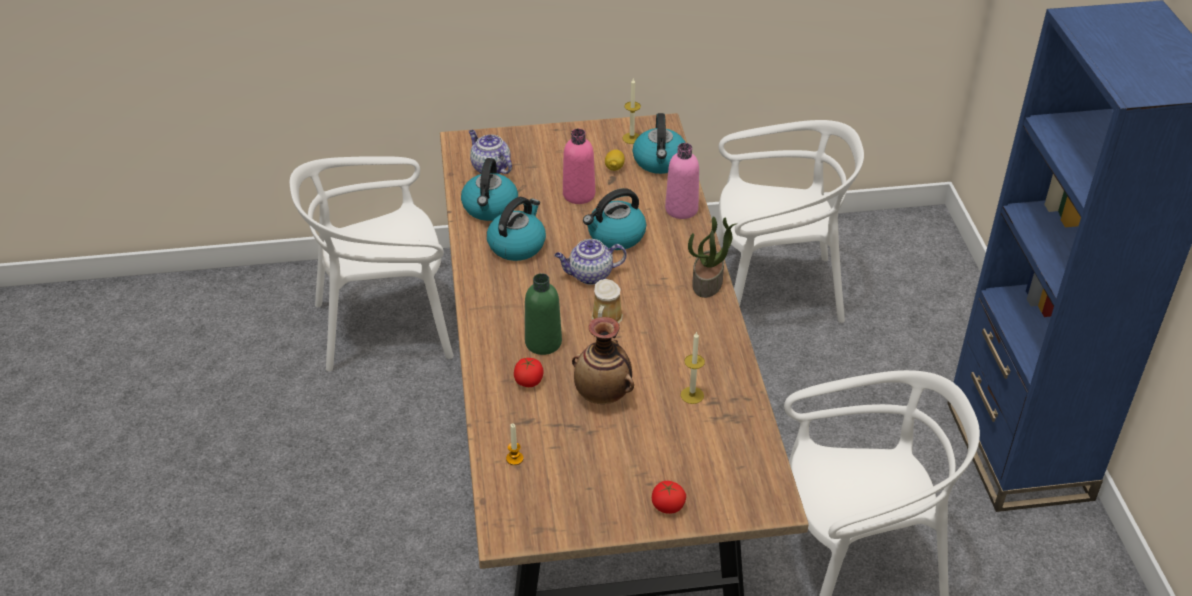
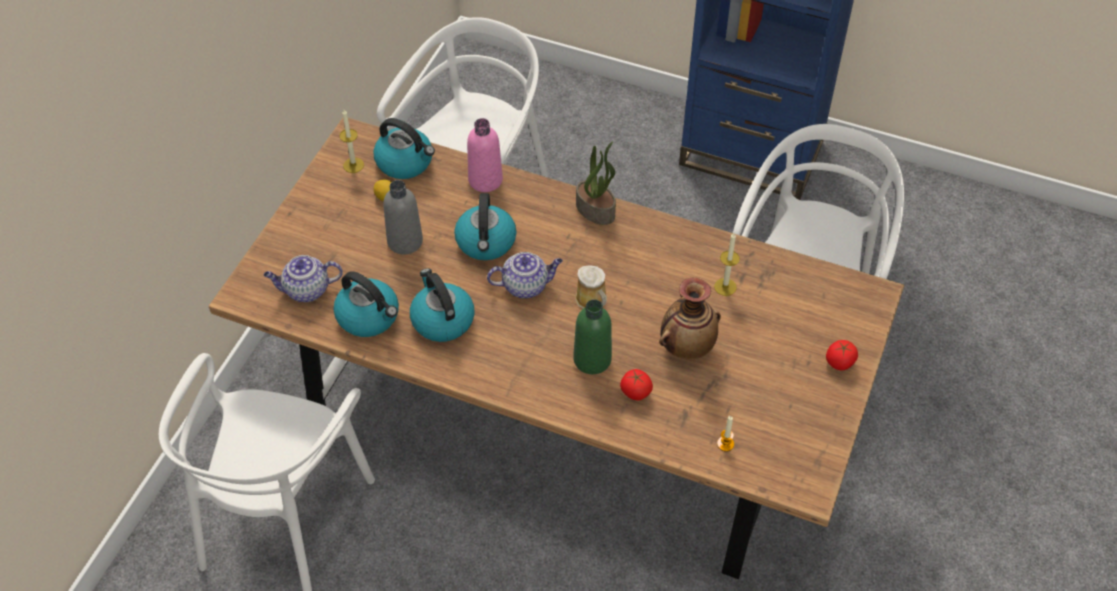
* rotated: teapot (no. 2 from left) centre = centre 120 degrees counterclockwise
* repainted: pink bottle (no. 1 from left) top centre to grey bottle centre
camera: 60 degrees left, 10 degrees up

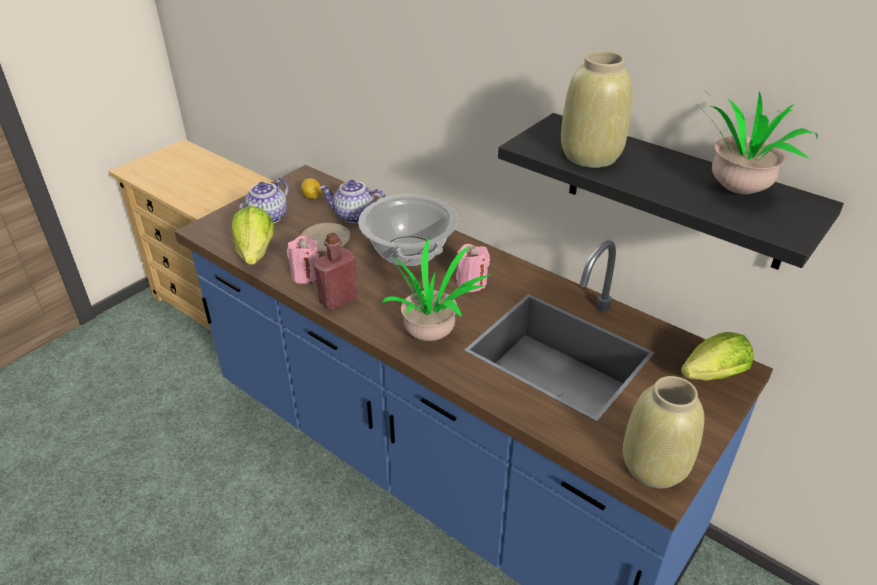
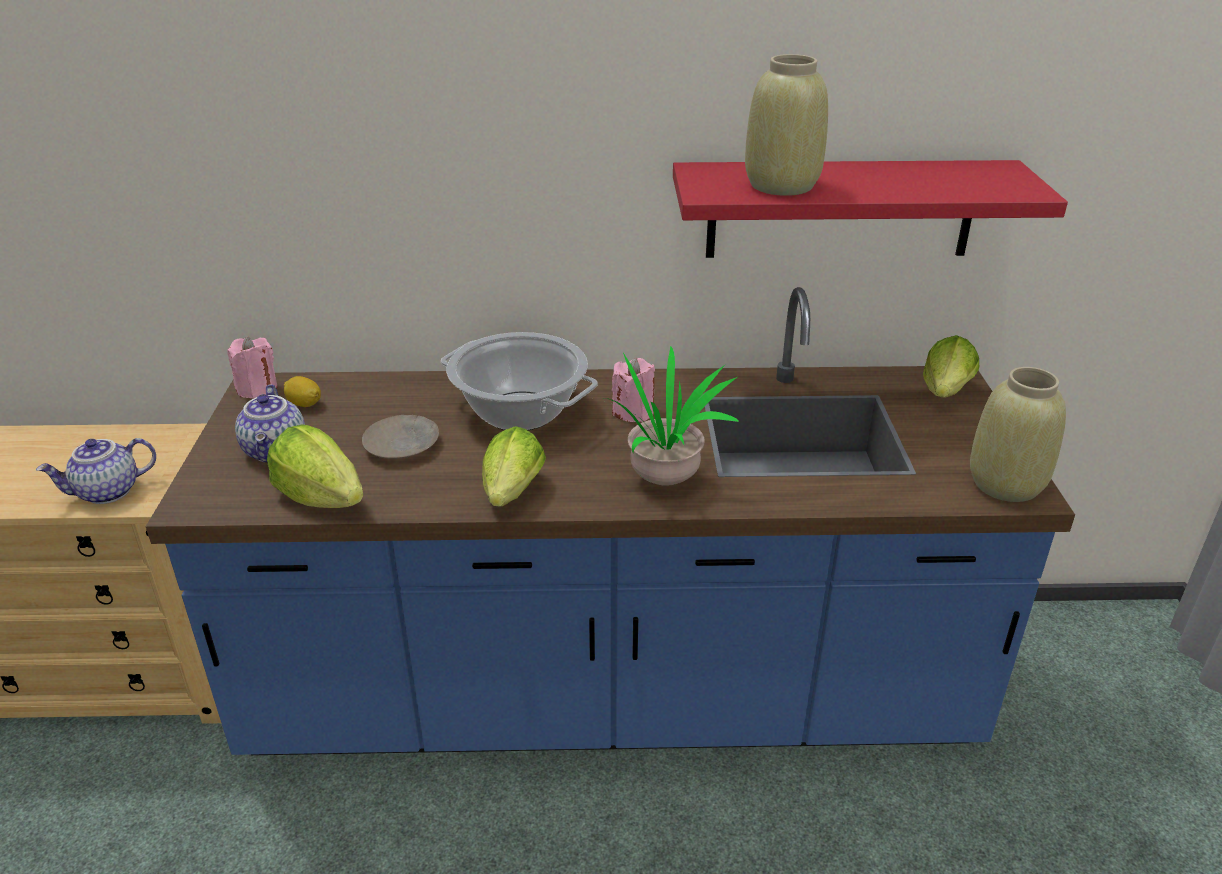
* shifted: pink candle (no. 1 from left) centre to middle left
* swapped: red bottle centre to lettuce (no. 2 from left) centre
* shifted: teapot (no. 2 from left in the first image) centre to teapot (no. 1 from left) middle left
* repainted: black shelf top right to red shelf top right
* gone: potted plant (no. 2 from left) top right
camera: 40 degrees left, 5 degrees down

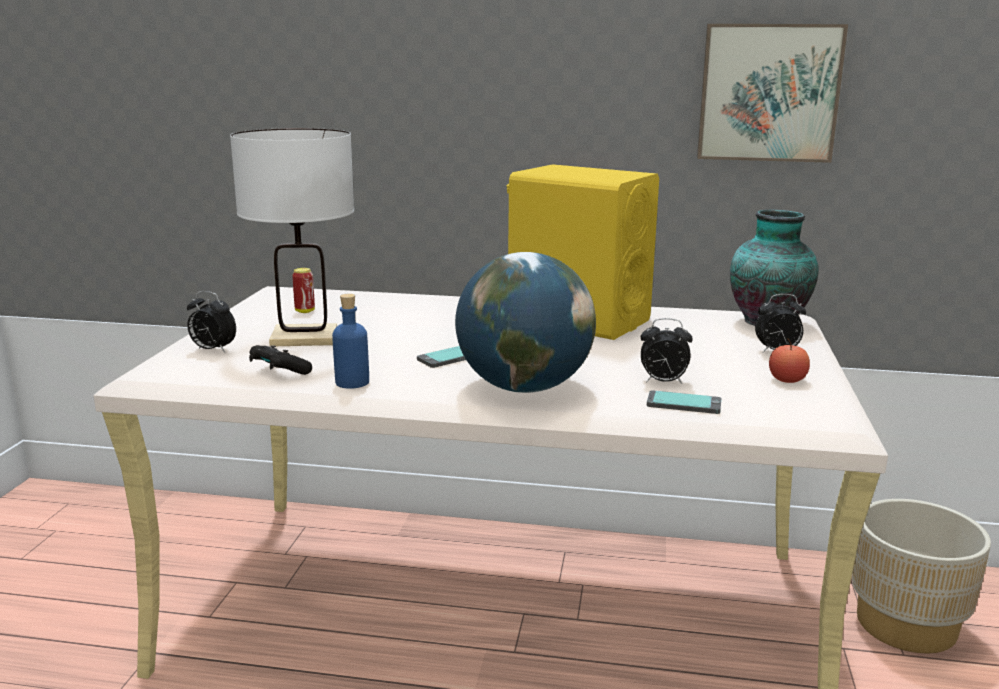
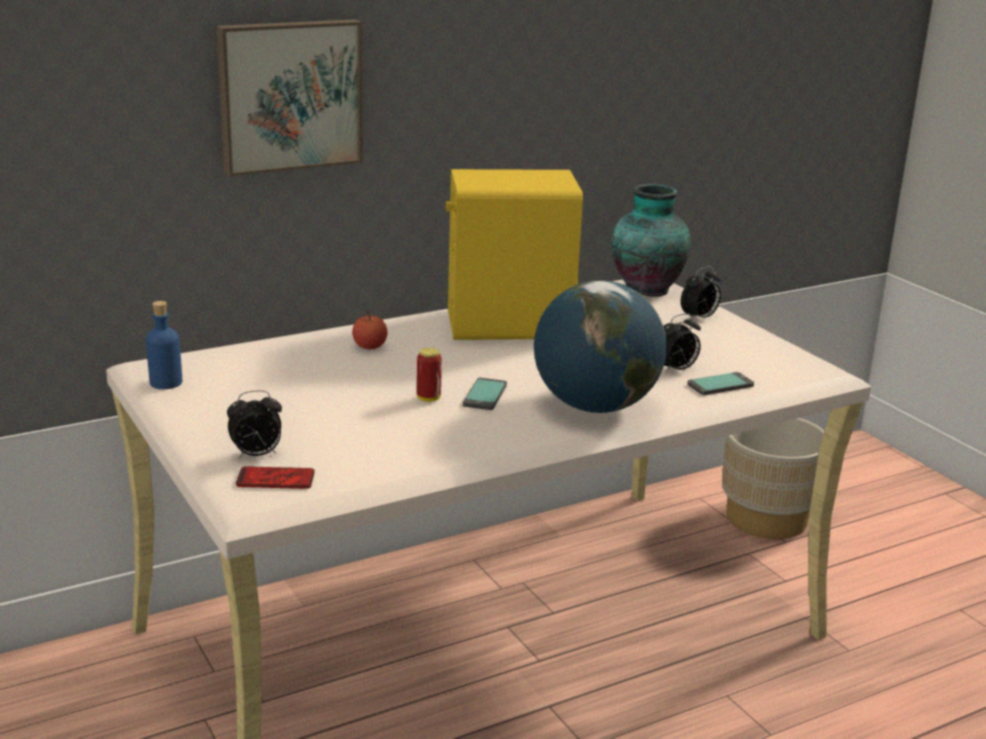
* gone: white table lamp middle left
* gone: black game controller middle left
* shifted: can middle left to centre
* shifted: blue bottle centre to middle left
* shifted: picture top right to top left
* shifted: apple middle right to centre
* new: phone (no. 1 from left) middle left
camera: 40 degrees left, 5 degrees up

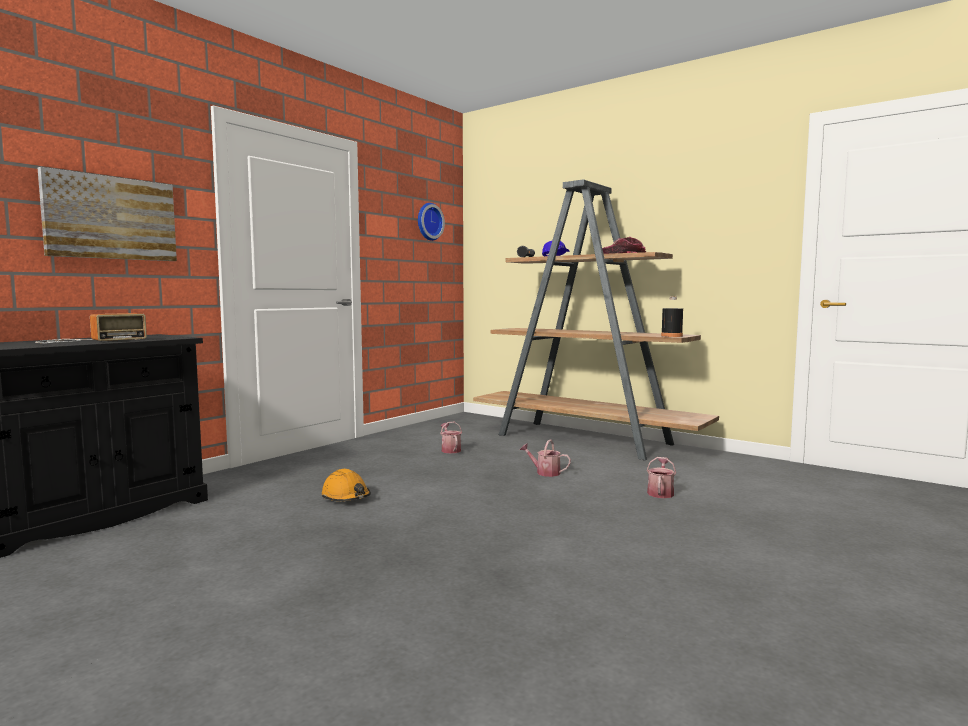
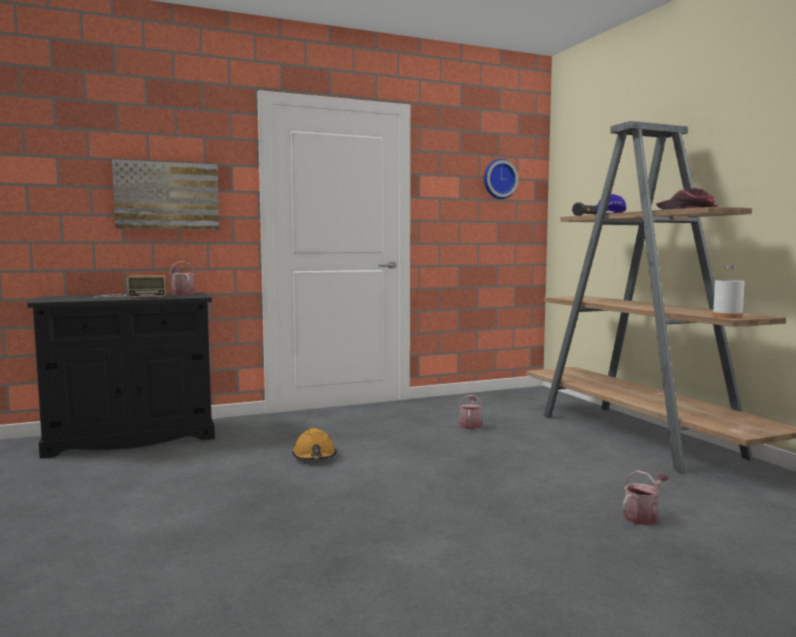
* shifted: watering can (no. 2 from left in the first image) centre to watering can (no. 1 from left) middle left
* repainted: black bottle middle right to white bottle middle right
camera: 30 degrees right, 0 degrees up

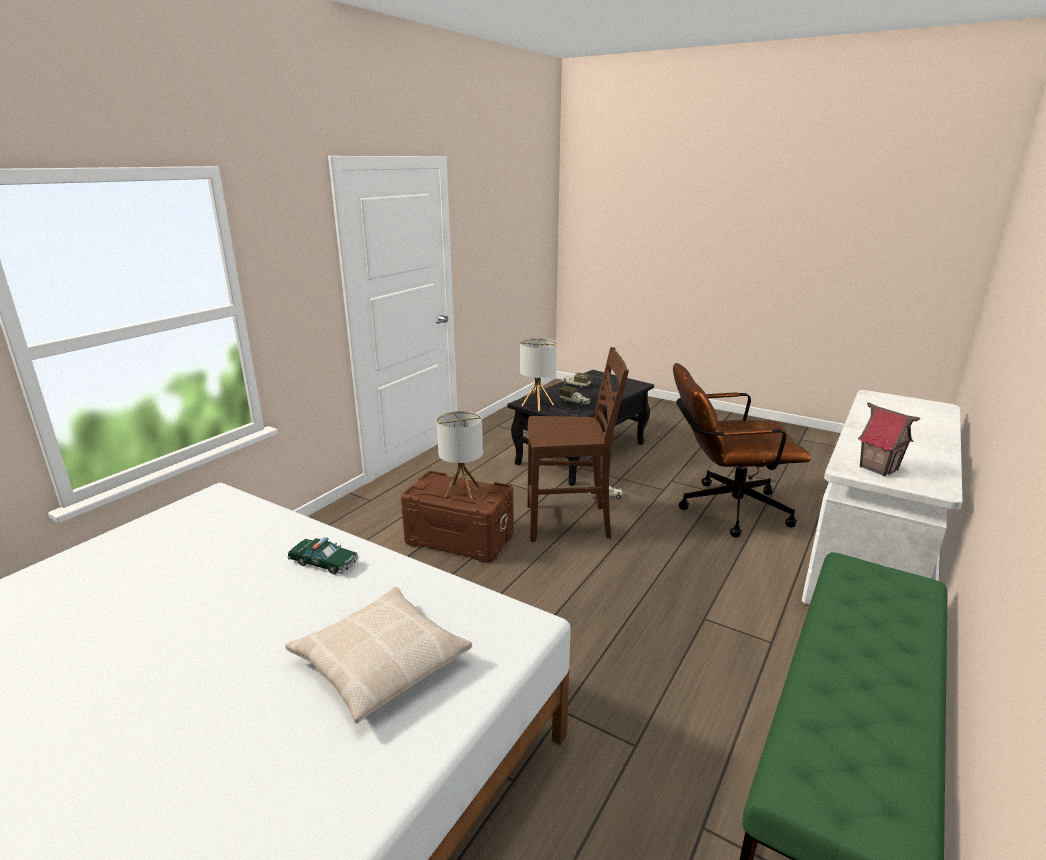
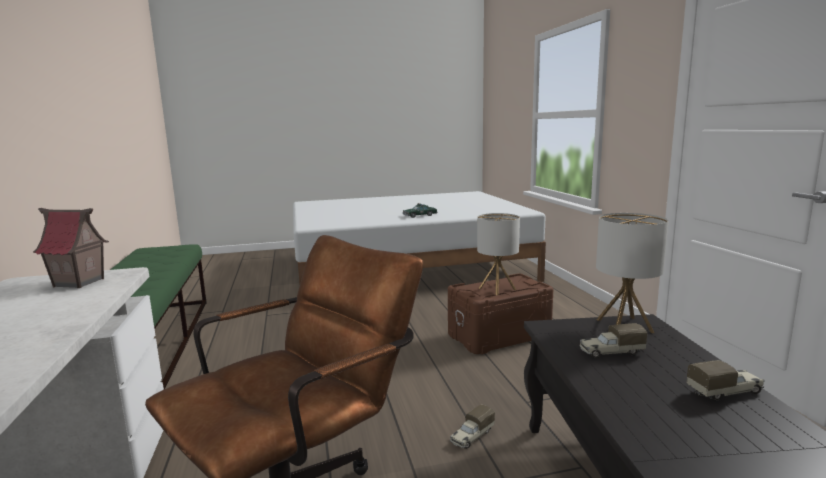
* gone: beige pillow bottom centre
* gone: brown chair centre
camera: 135 degrees right, 10 degrees down

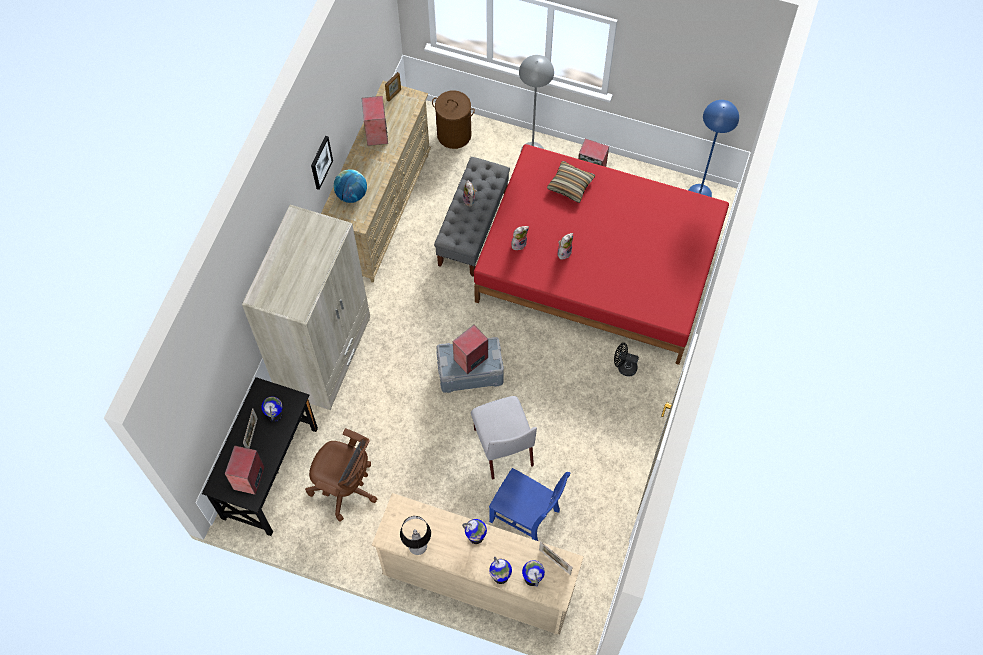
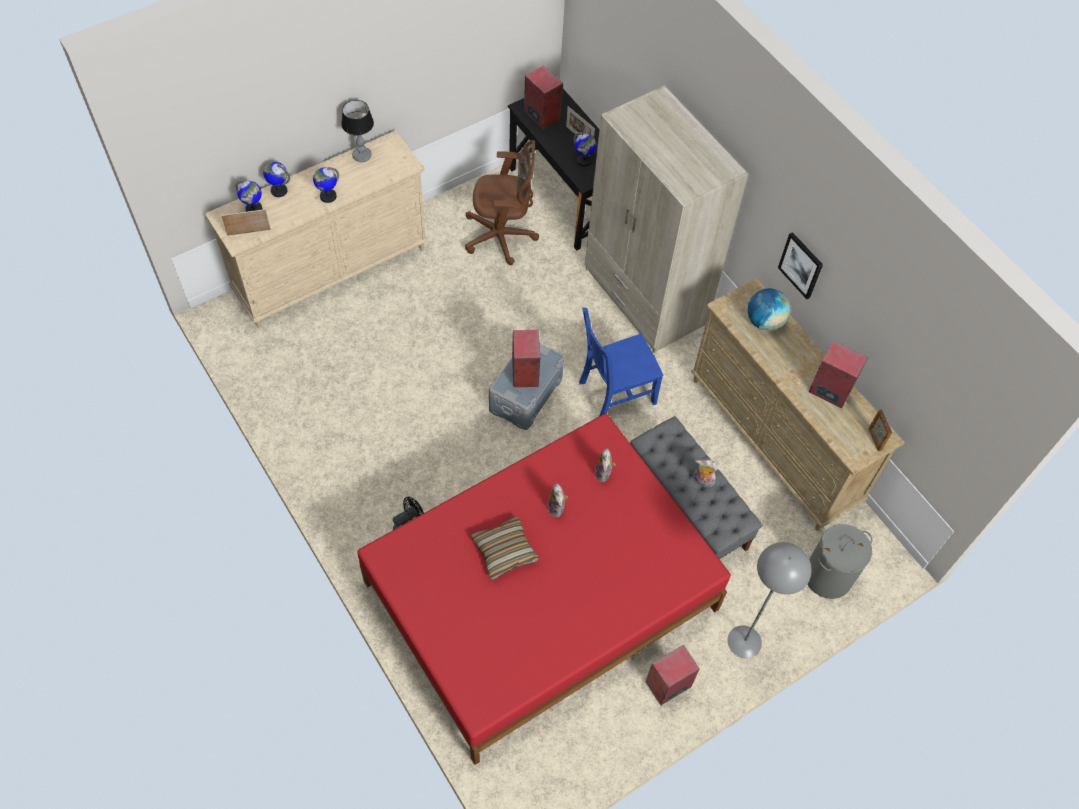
* rotated: brown office chair bottom centre = top centre 150 degrees counterclockwise
* repainted: brown laundry basket top centre to grey laundry basket bottom right
* gone: grey chair bottom centre
* shifted: blue chair bottom centre to centre
* shifted: pillow top centre to bottom centre
* gone: blue floor lamp top right
camera: 125 degrees right, 5 degrees down

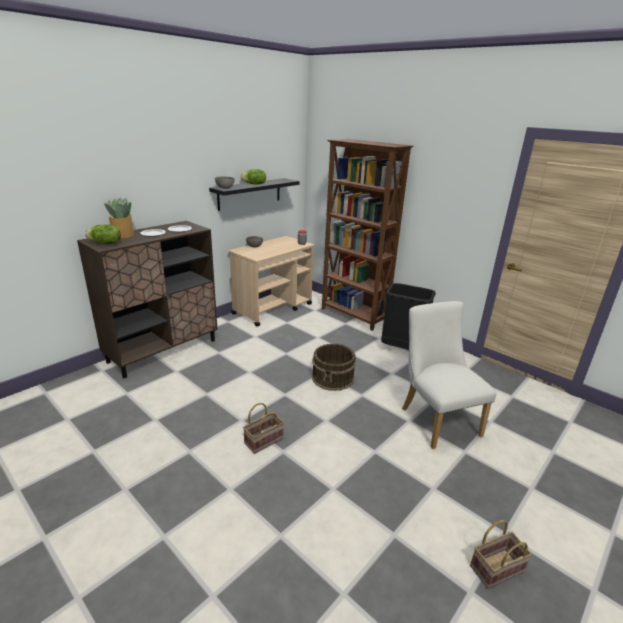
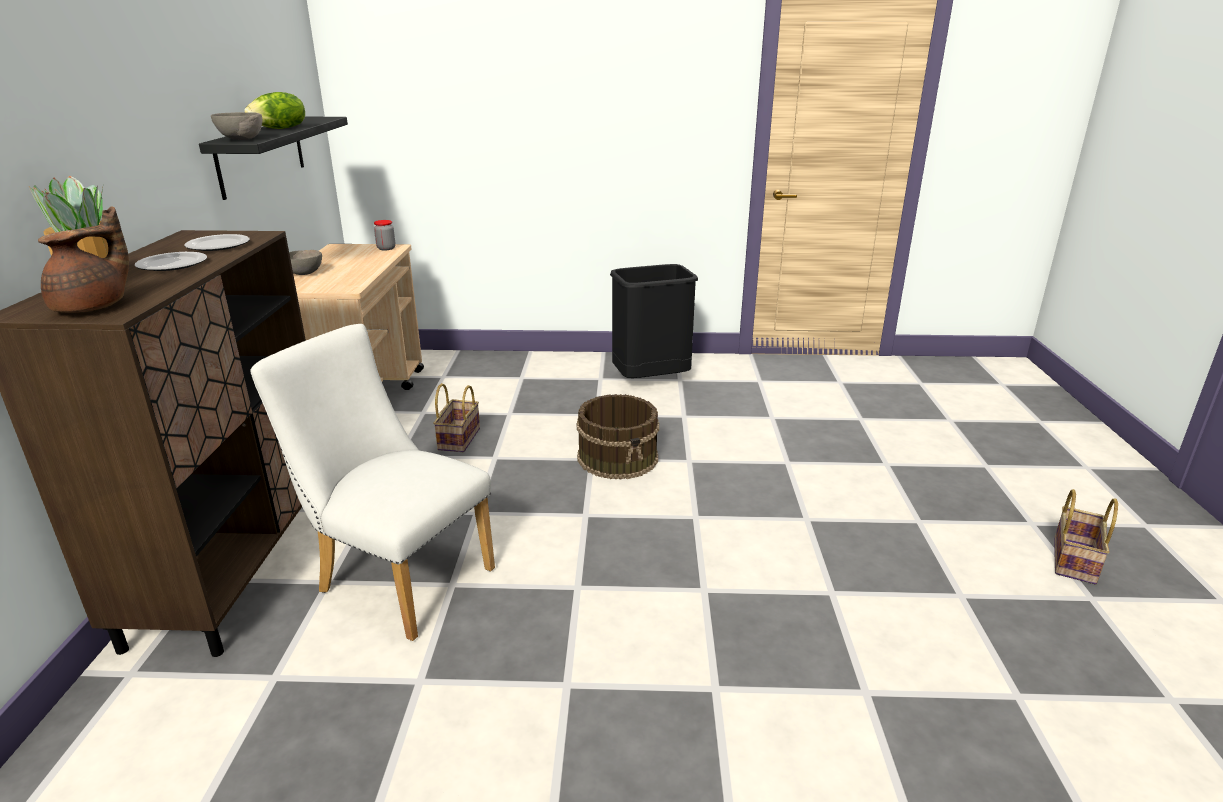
* swapped: lettuce (no. 1 from left) middle left to brown teapot top left
* shifted: basket (no. 1 from left) bottom centre to centre
* gone: brown bookcase centre
* shifted: white chair middle right to middle left
camera: 40 degrees left, 0 degrees up

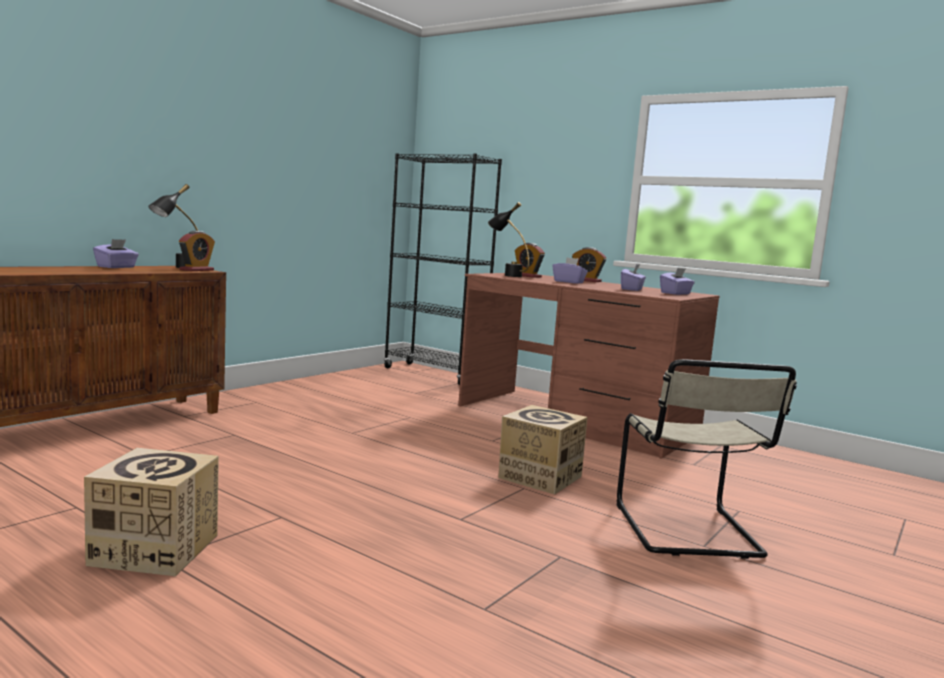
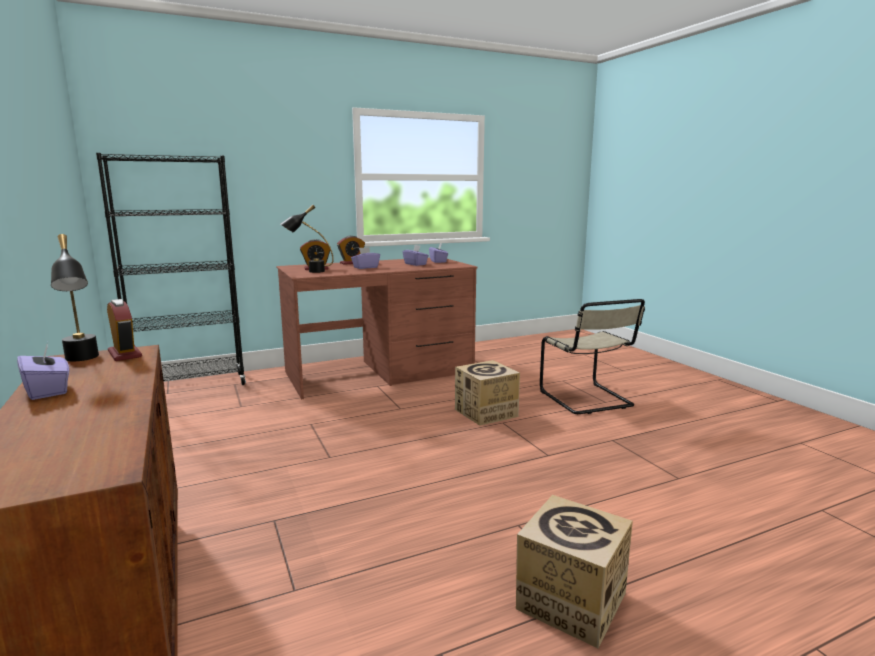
* rotated: beige chair bottom right = middle right 45 degrees clockwise
camera: 60 degrees left, 5 degrees up

